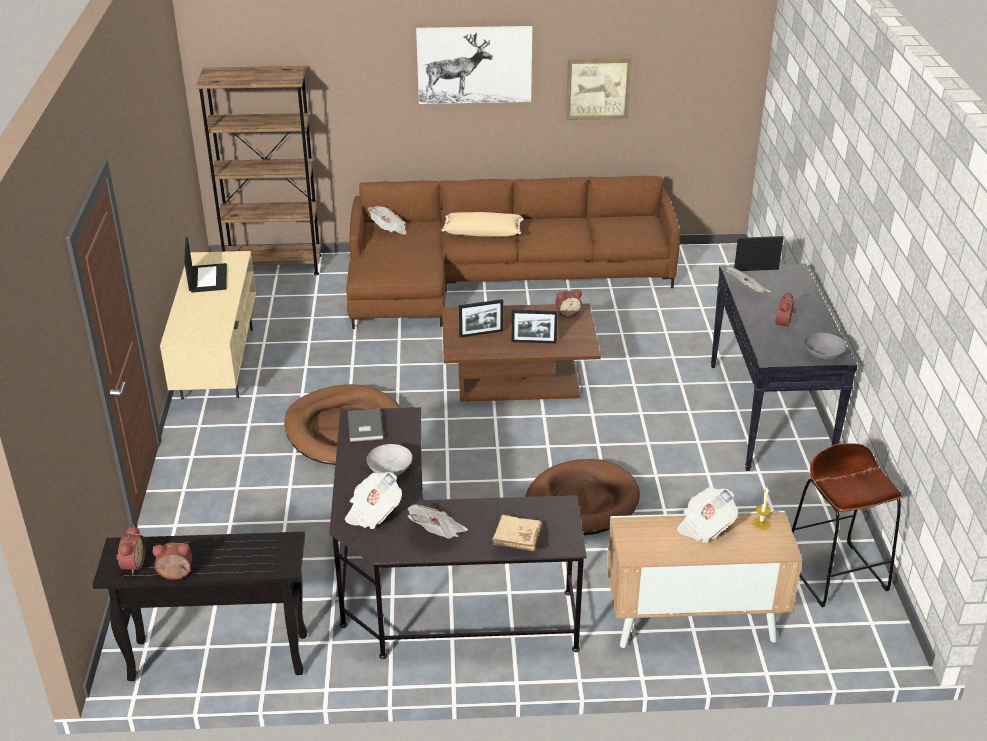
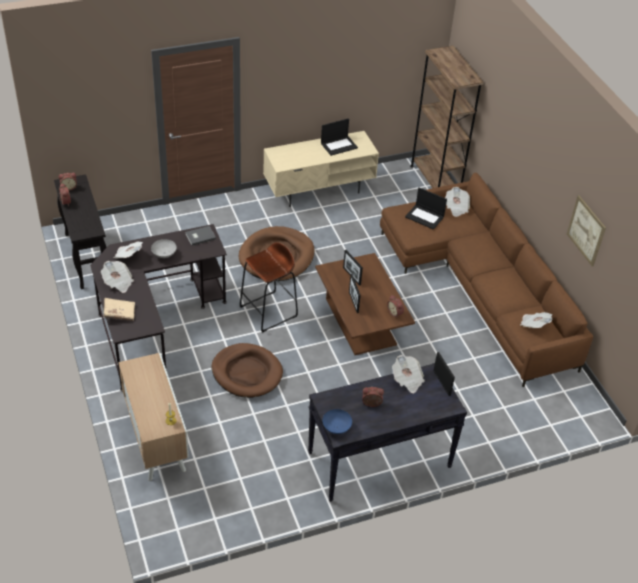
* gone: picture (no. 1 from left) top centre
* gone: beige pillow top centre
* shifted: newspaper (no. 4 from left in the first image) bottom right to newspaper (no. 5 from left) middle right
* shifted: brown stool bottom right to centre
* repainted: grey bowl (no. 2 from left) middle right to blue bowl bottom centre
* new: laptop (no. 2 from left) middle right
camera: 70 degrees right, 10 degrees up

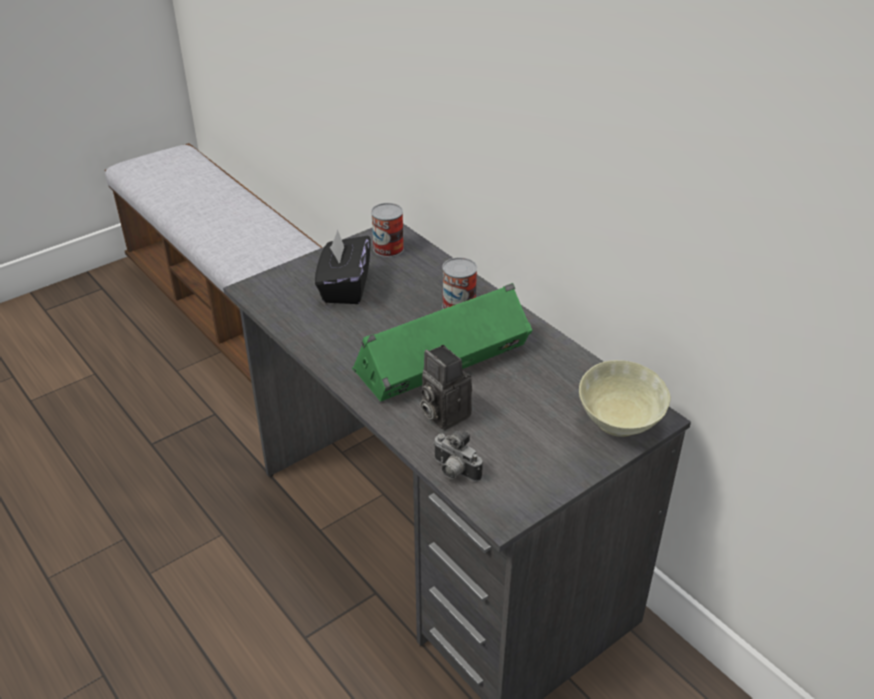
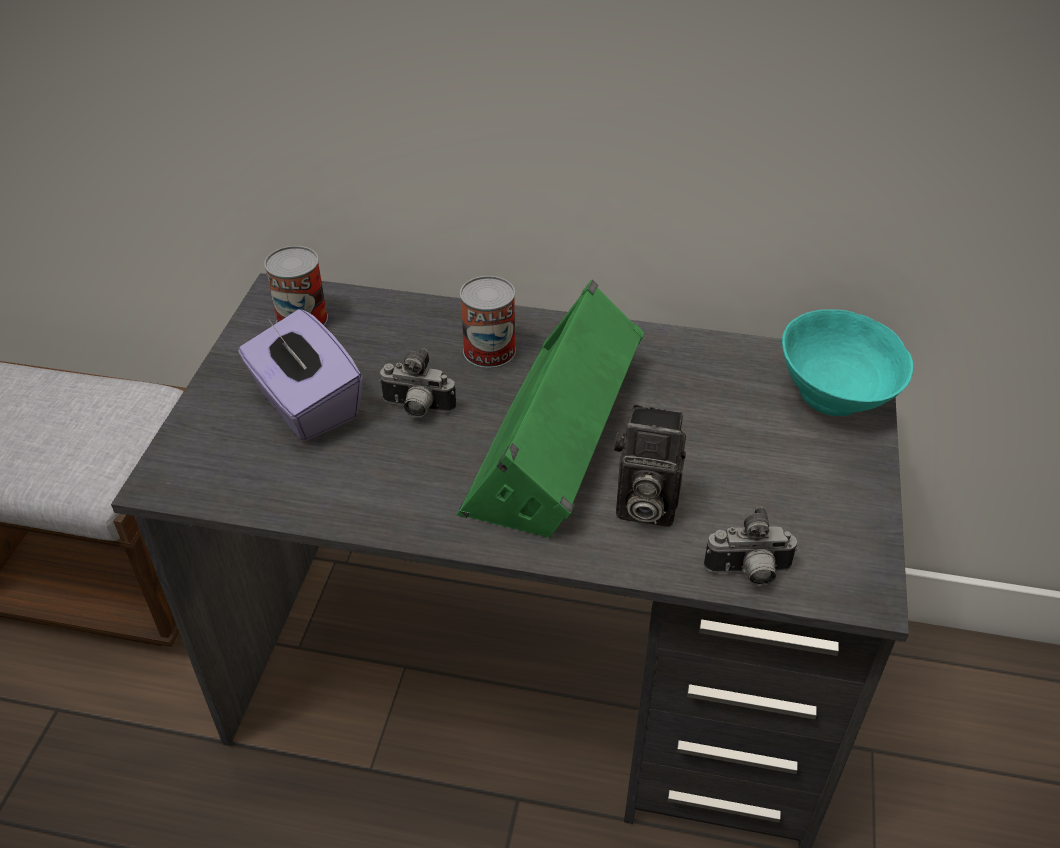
* repainted: black tissue box centre to purple tissue box middle left
* repainted: beige bowl middle right to turquoise bowl middle right
* new: photo camera (no. 1 from left) centre
camera: 40 degrees left, 5 degrees up

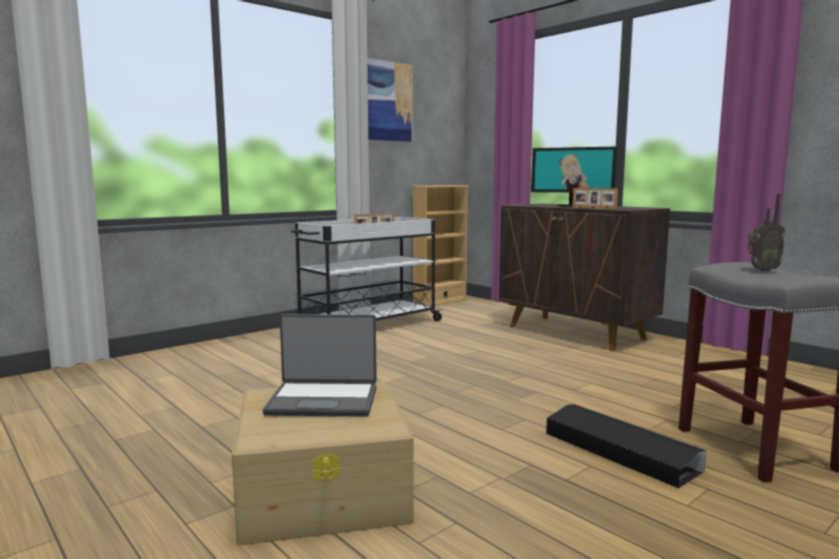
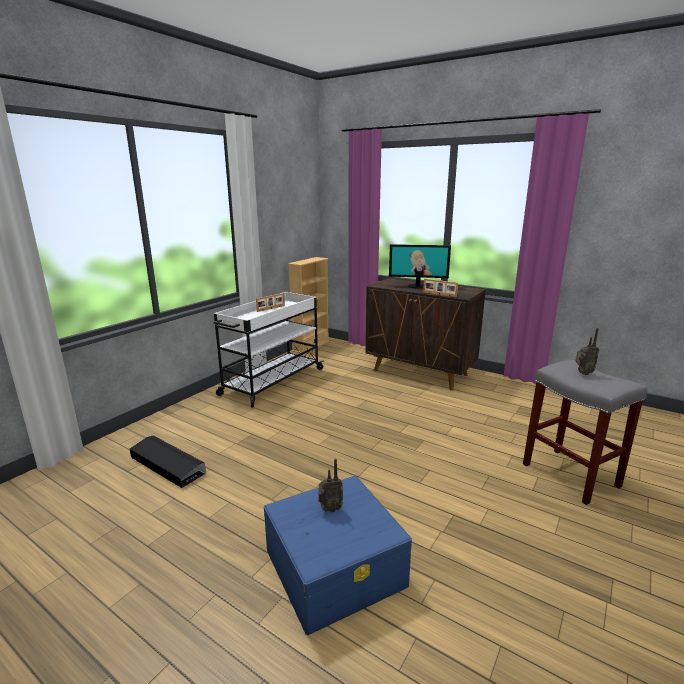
* repainted: beige storage box bottom centre to blue storage box bottom centre
* swapped: laptop centre to radio (no. 1 from left) bottom centre
* gone: picture top centre
* shifted: black storage box bottom right to bottom left
camera: 15 degrees left, 10 degrees up

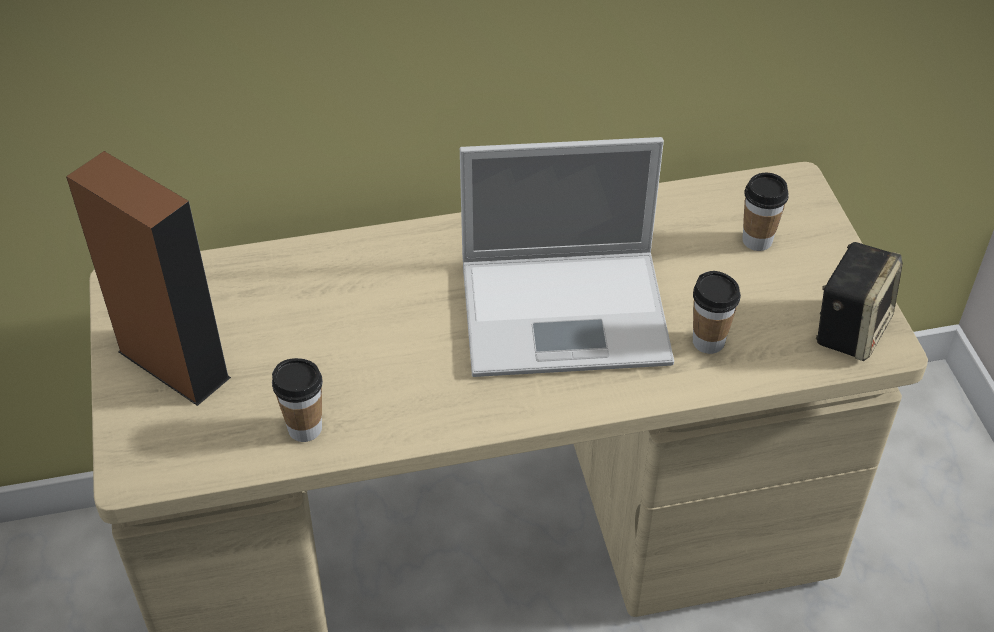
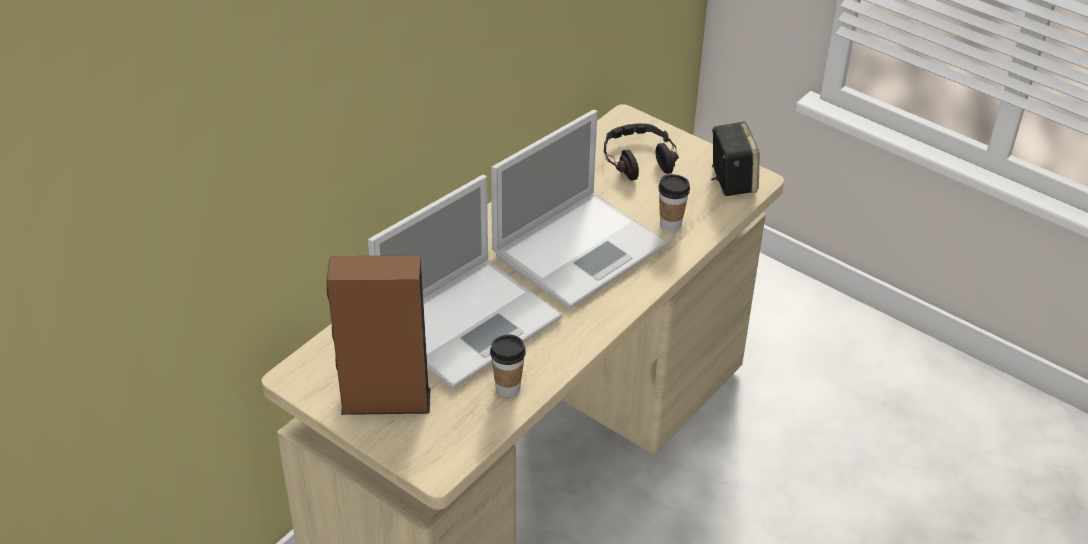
* swapped: cup (no. 3 from left) middle right to headphones top centre
* new: laptop (no. 1 from left) centre
camera: 40 degrees left, 5 degrees down

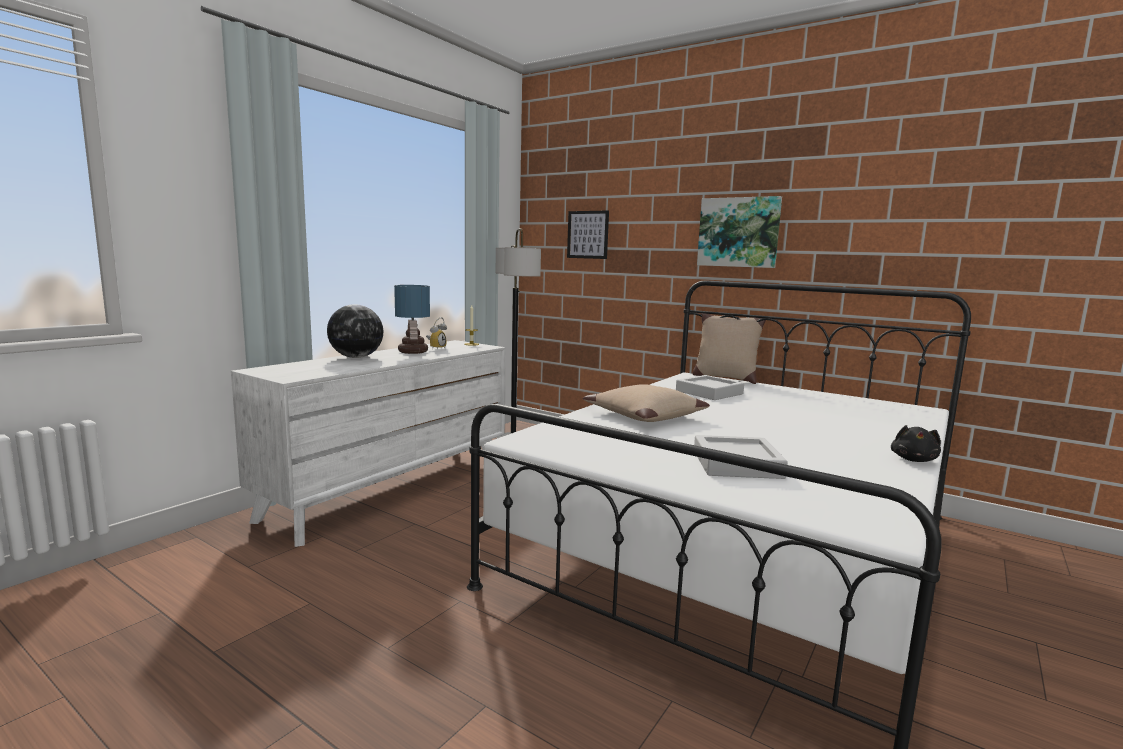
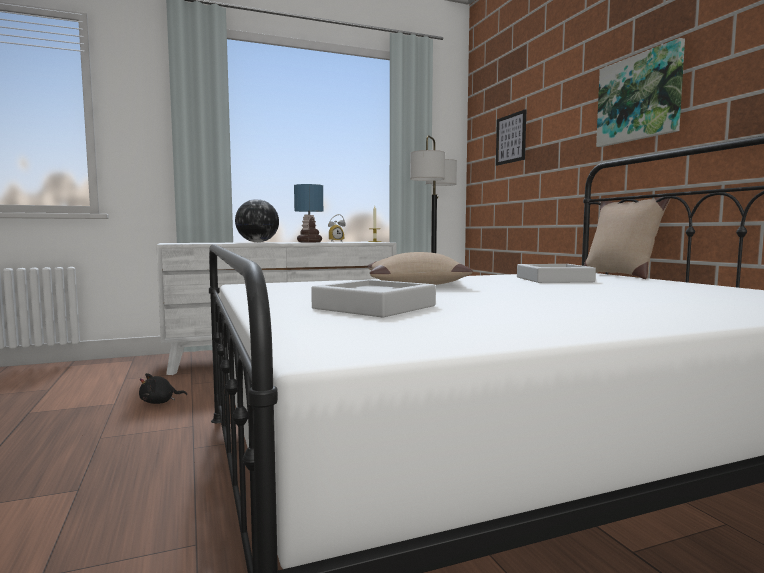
* shifted: black plush toy middle right to bottom left
camera: 35 degrees right, 5 degrees down

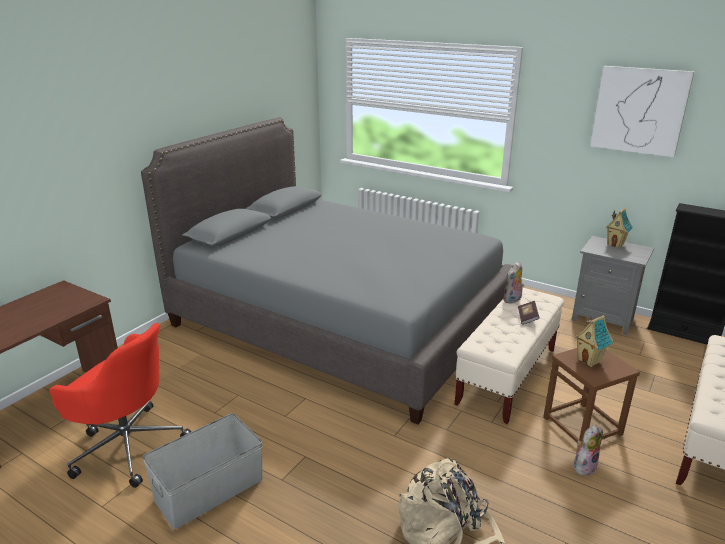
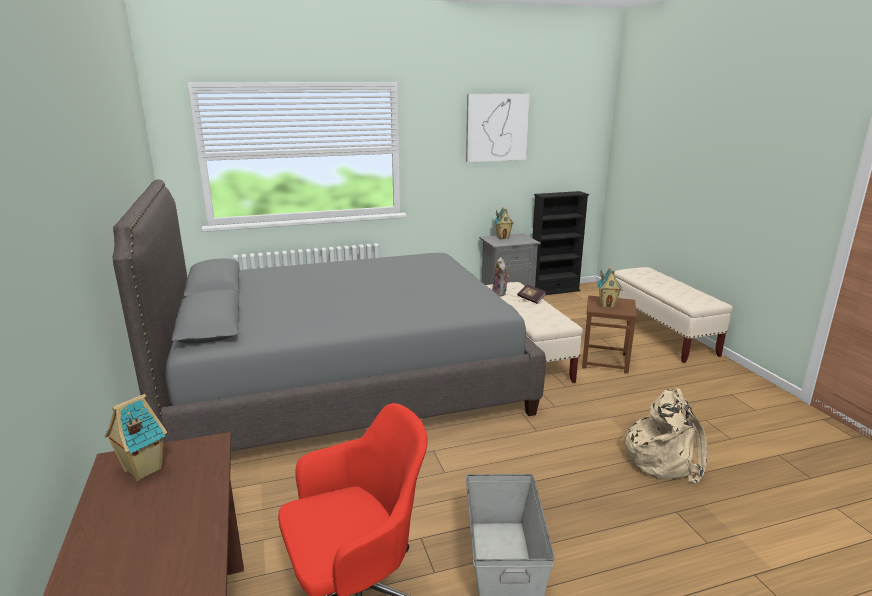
* gone: plush toy (no. 2 from left) bottom right
* new: toy house (no. 1 from left) bottom left
camera: 50 degrees left, 5 degrees down

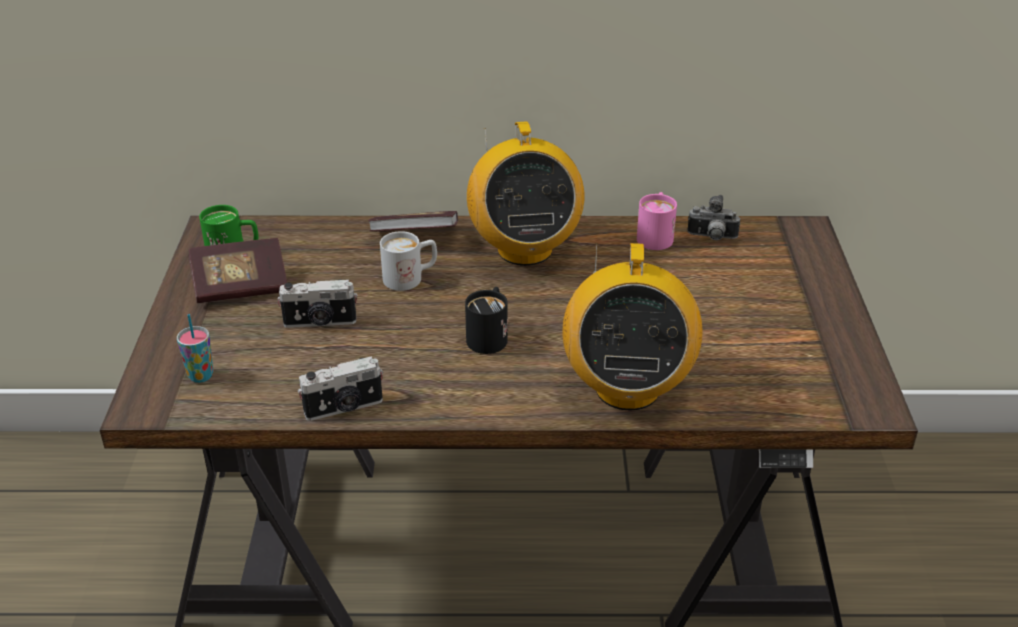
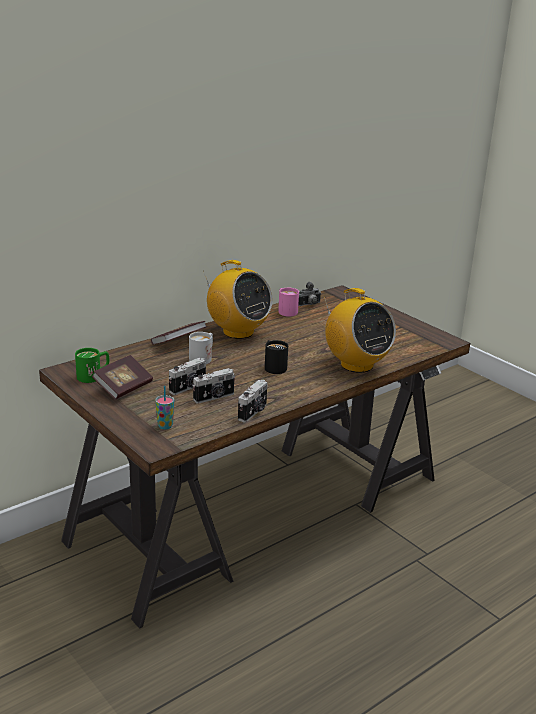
* new: photo camera (no. 2 from left) centre
camera: 40 degrees left, 10 degrees down

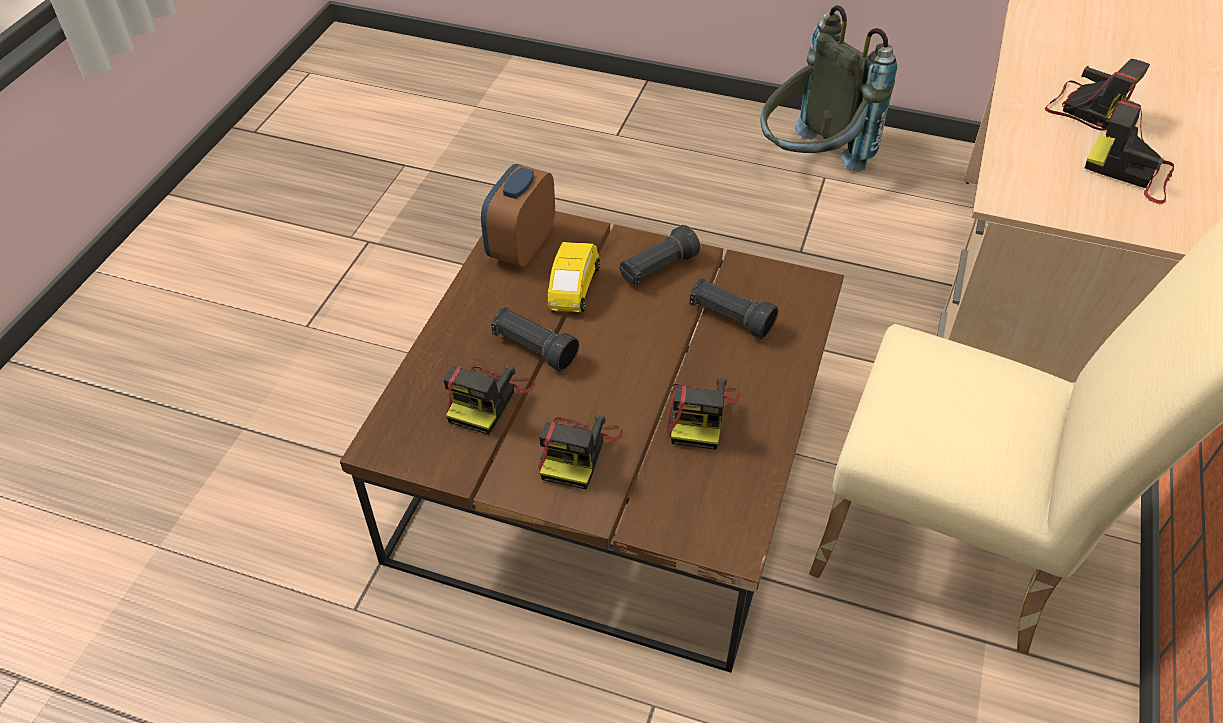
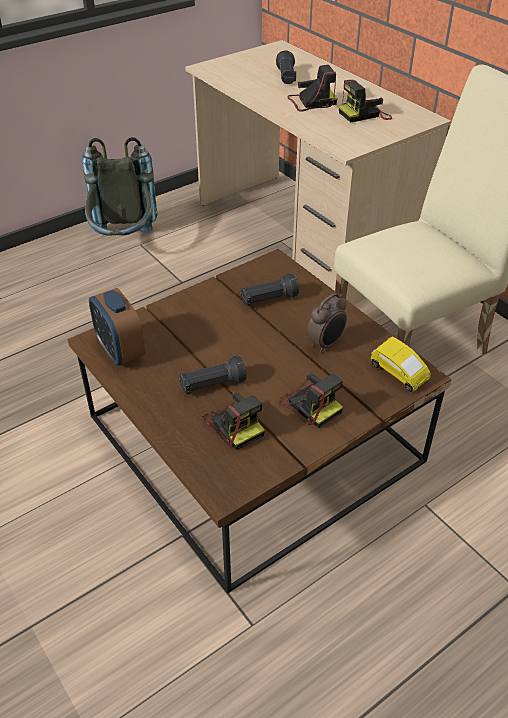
* shifted: yellow toy car centre to middle right
* shifted: black flashlight (no. 2 from left in the first image) centre to black flashlight (no. 3 from left) top centre
* swapped: photo camera (no. 3 from left) centre to alarm clock (no. 2 from left) centre
camera: 55 degrees left, 5 degrees down

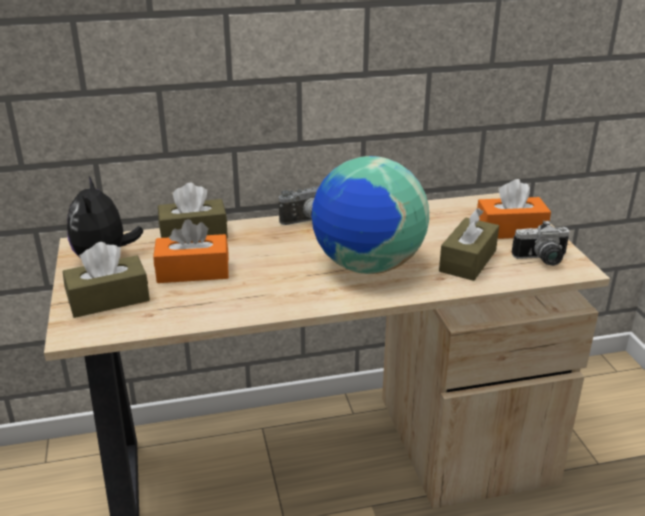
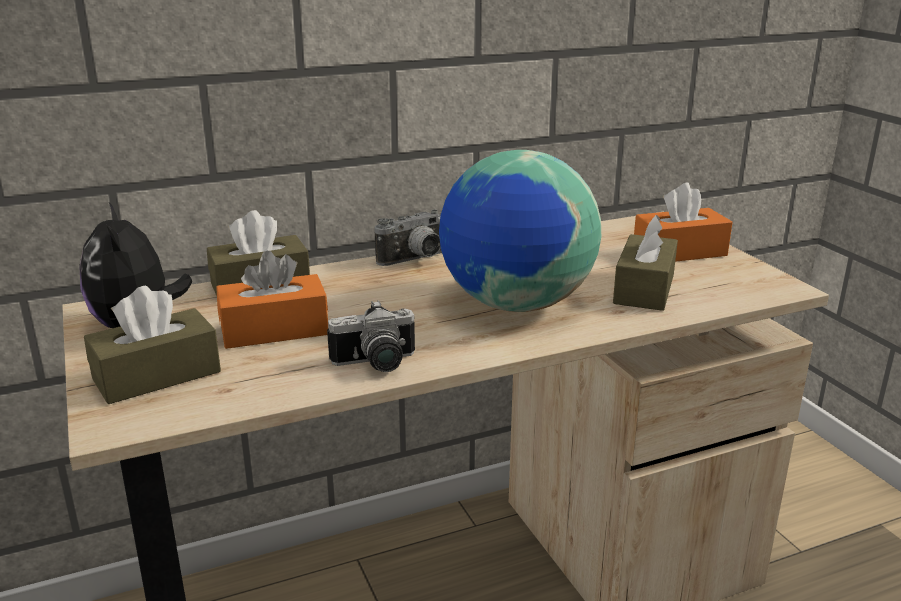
* shifted: photo camera (no. 2 from left in the first image) middle right to photo camera (no. 1 from left) centre
camera: 10 degrees left, 5 degrees down

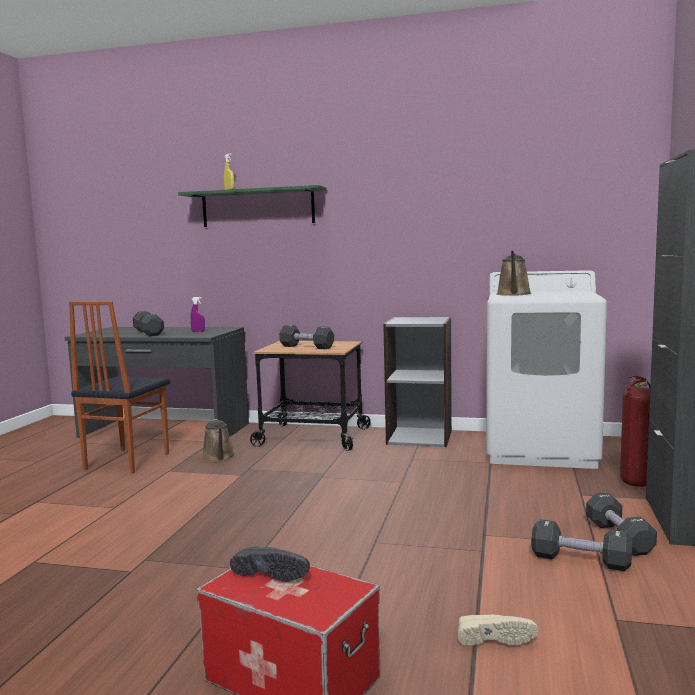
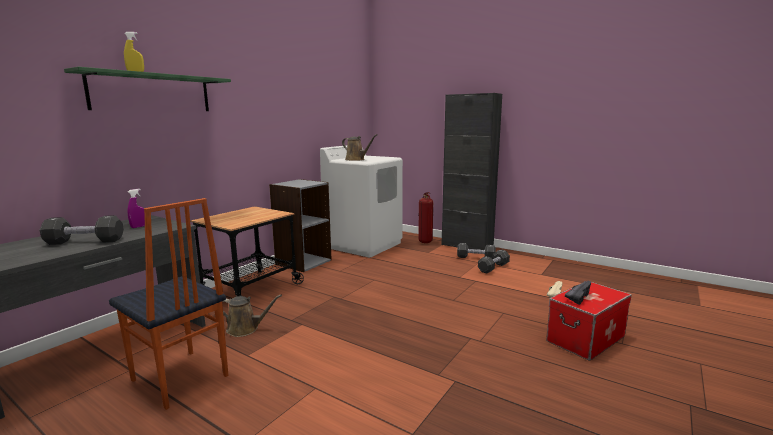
* gone: black dumbbell (no. 2 from left) centre
camera: 70 degrees left, 5 degrees up

